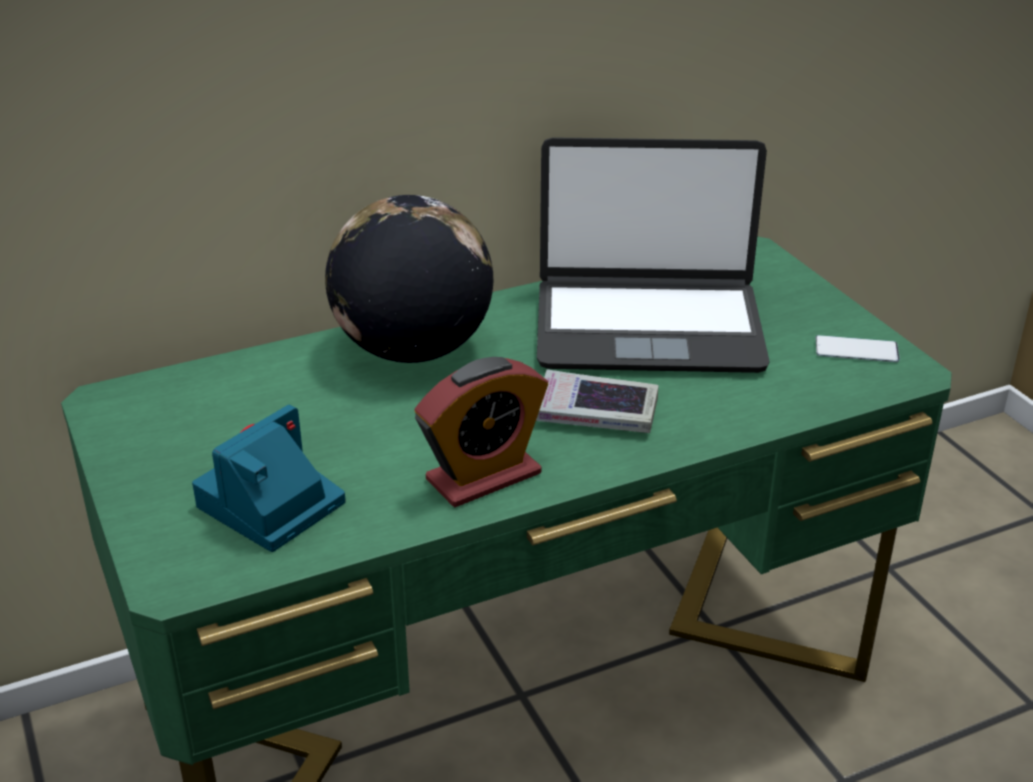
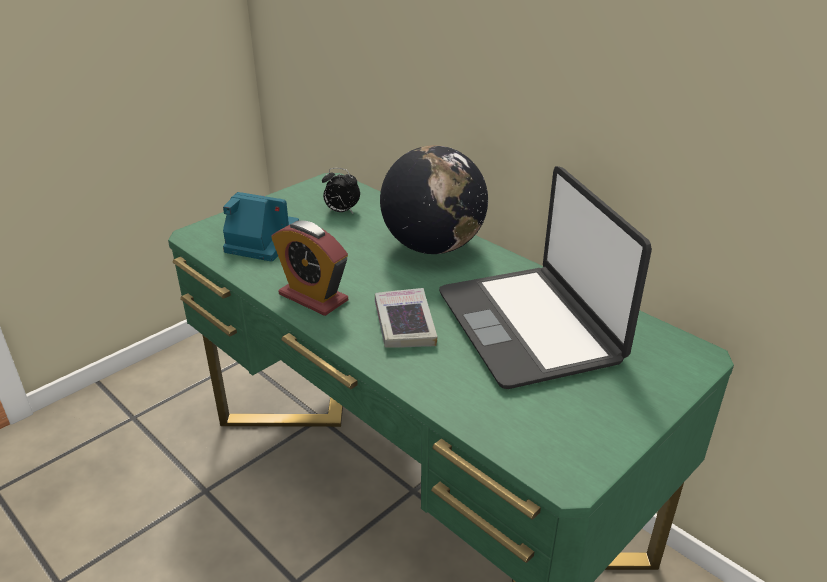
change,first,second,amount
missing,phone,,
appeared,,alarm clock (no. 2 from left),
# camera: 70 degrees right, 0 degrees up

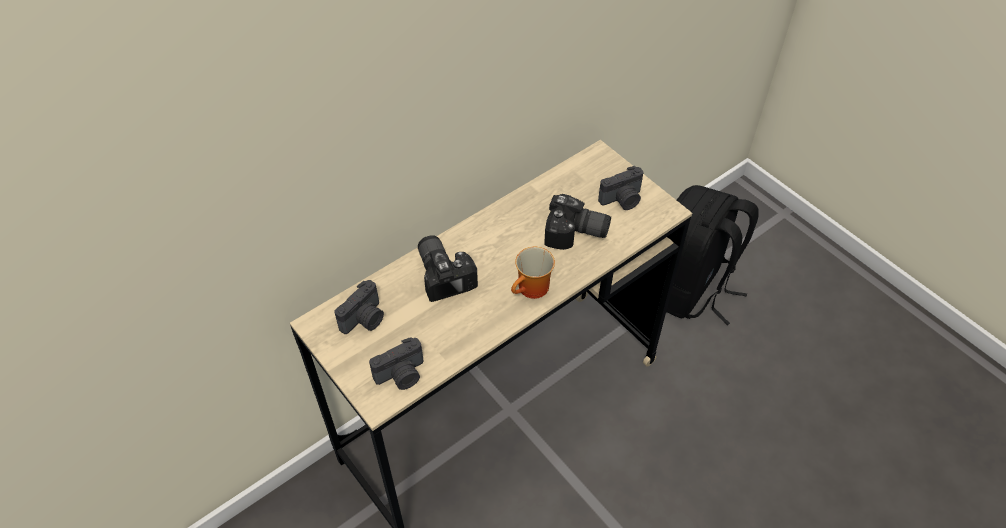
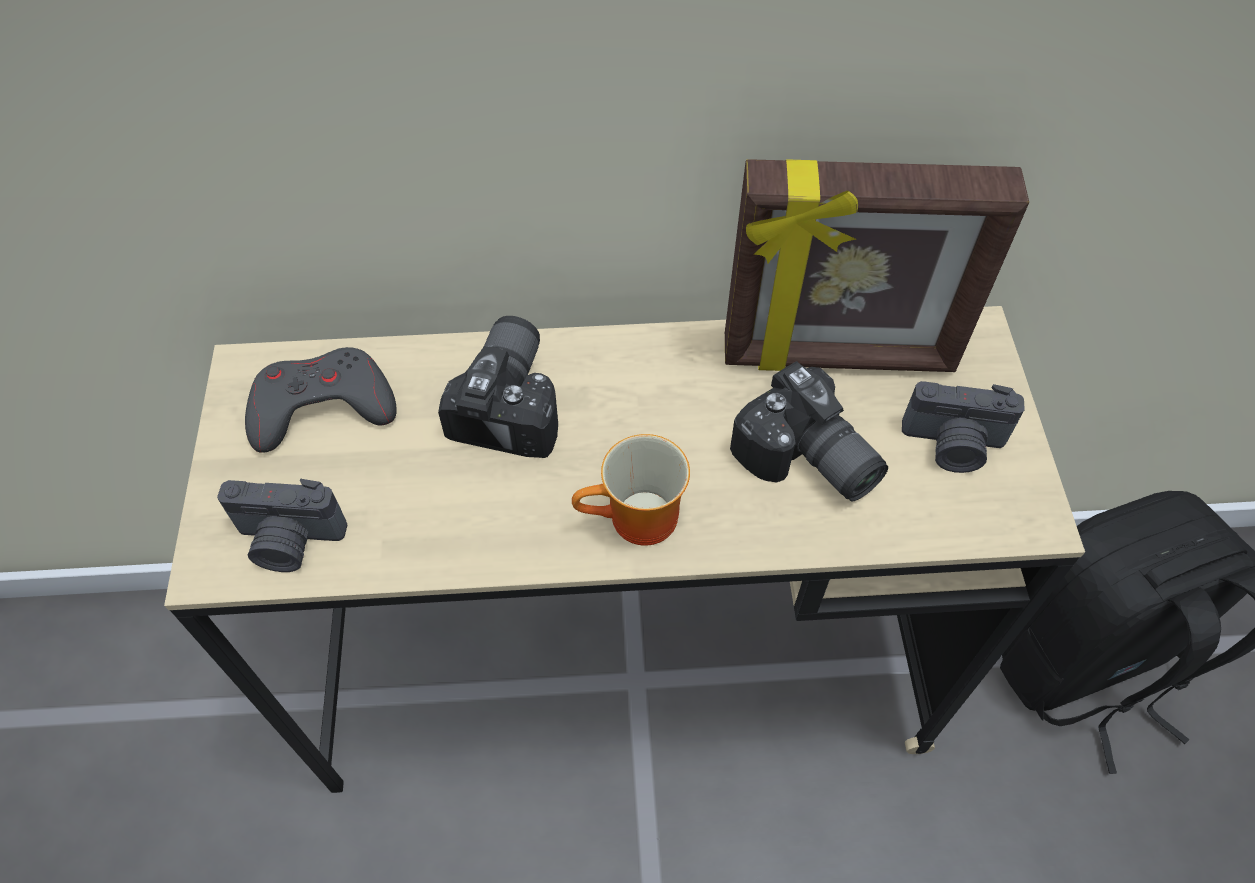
change,first,second,amount
exchanged,photo camera (no. 1 from left),grey game controller,
appeared,,picture frame,
# camera: 35 degrees right, 5 degrees up

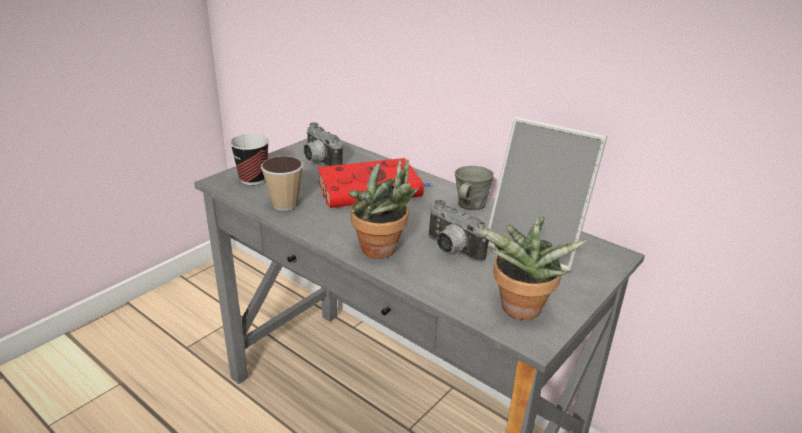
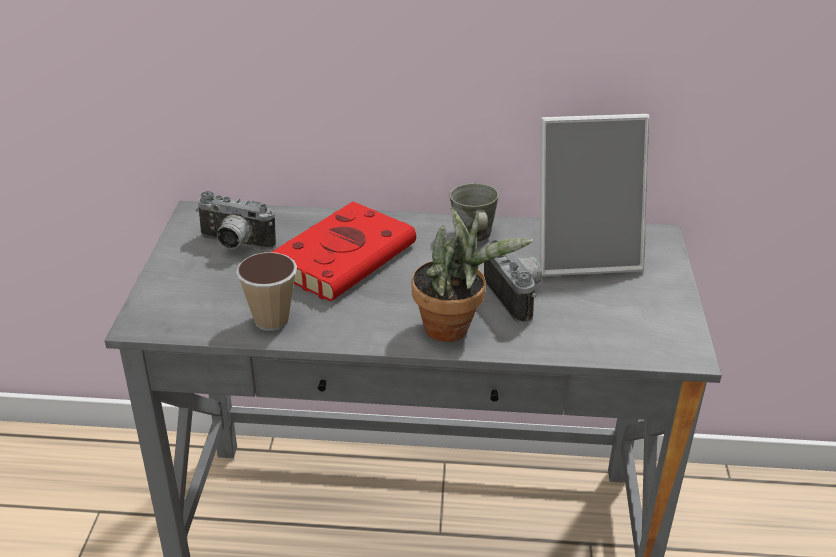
change,first,second,amount
missing,cup (no. 1 from left),,
spun,photo camera (no. 2 from left),,120 degrees counterclockwise
missing,potted plant (no. 2 from left),,
# camera: 35 degrees left, 5 degrees up

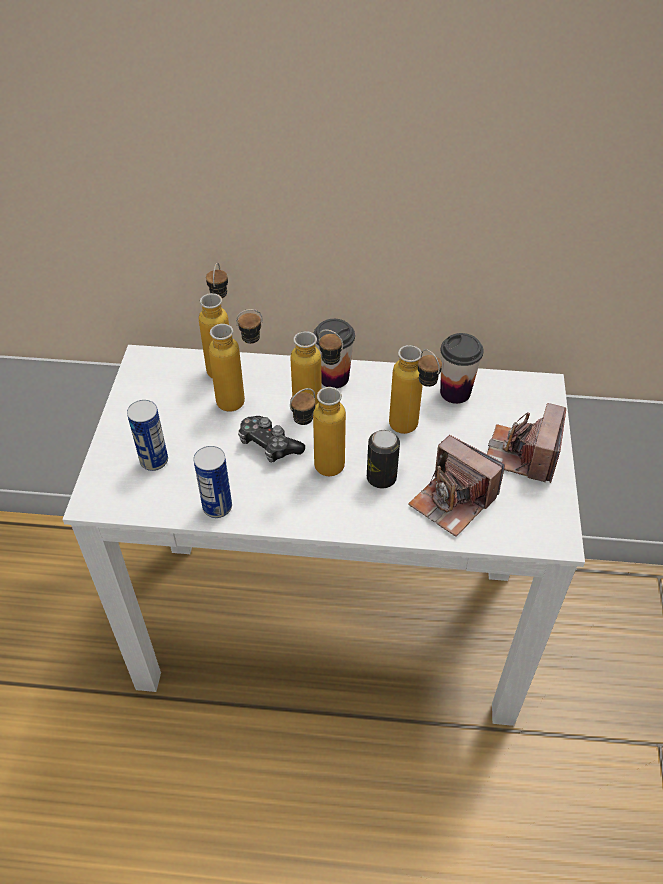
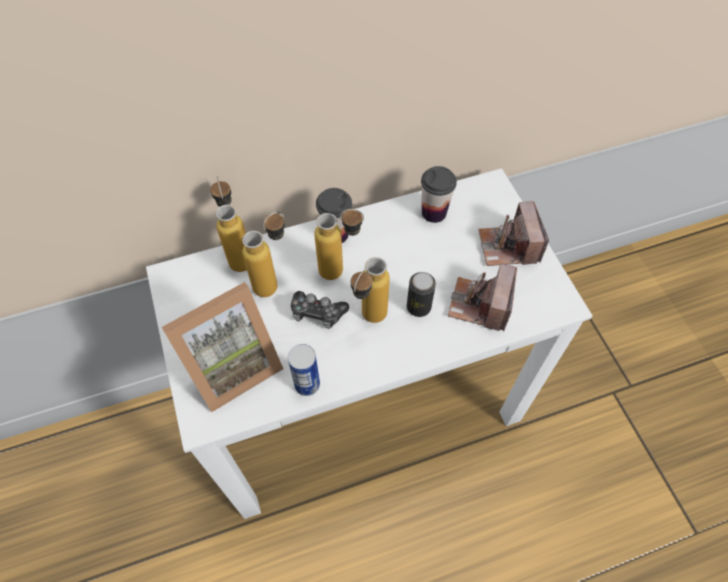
change,first,second,amount
missing,bottle (no. 5 from left),,
exchanged,can (no. 1 from left),picture frame,
spun,photo camera (no. 1 from left),,90 degrees clockwise
# camera: 25 degrees left, 10 degrees up

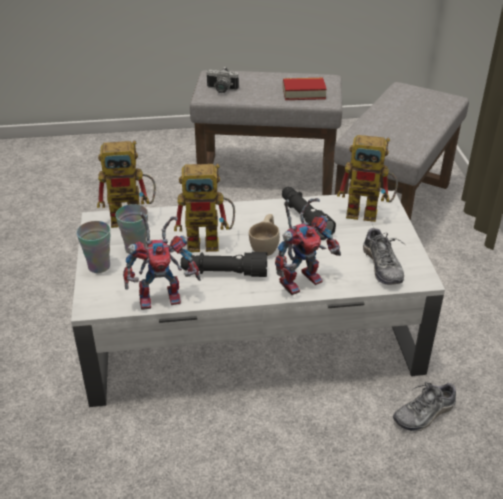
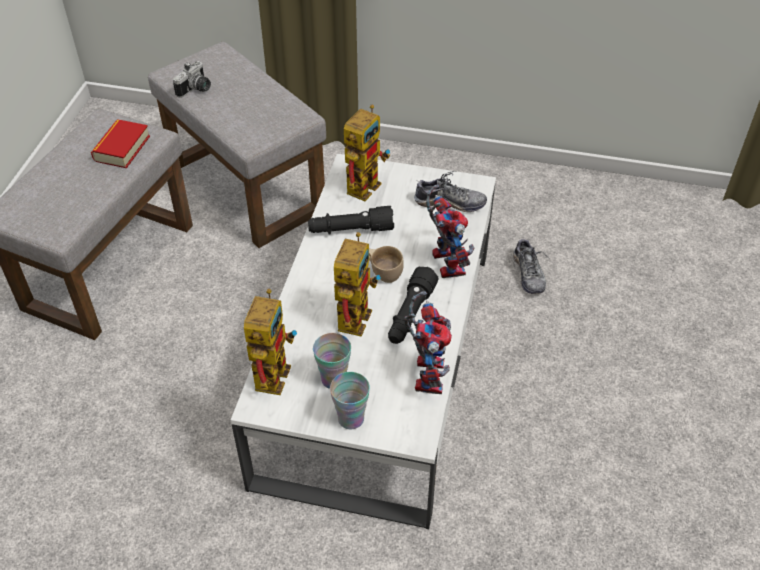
change,first,second,amount
relocated,photo camera,,
# camera: 70 degrees left, 10 degrees up

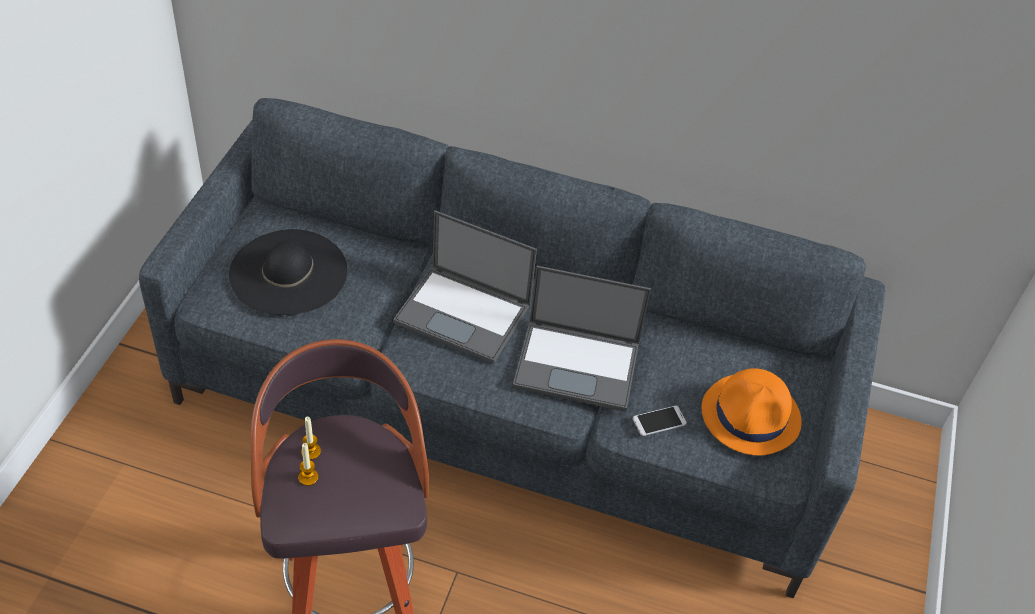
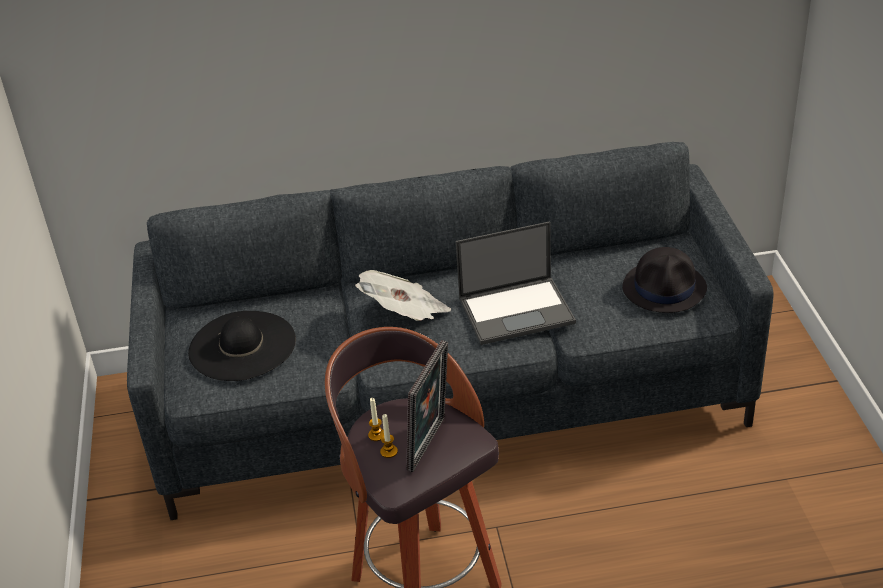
change,first,second,amount
exchanged,laptop (no. 1 from left),newspaper,
colour,orange hat,black hat (no. 2 from left),
missing,phone,,
appeared,,picture frame,
# camera: 20 degrees left, 10 degrees down

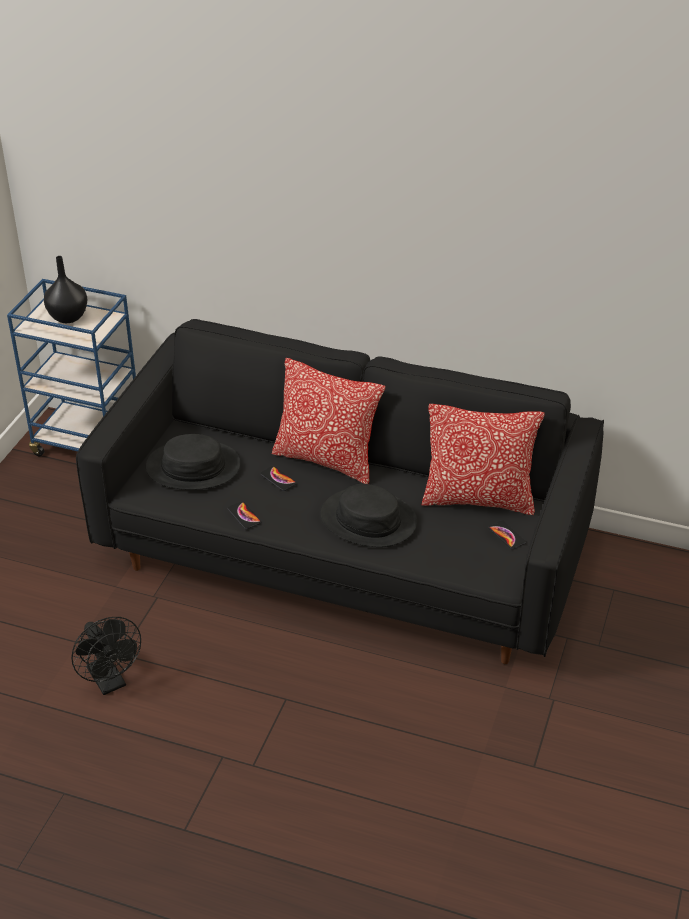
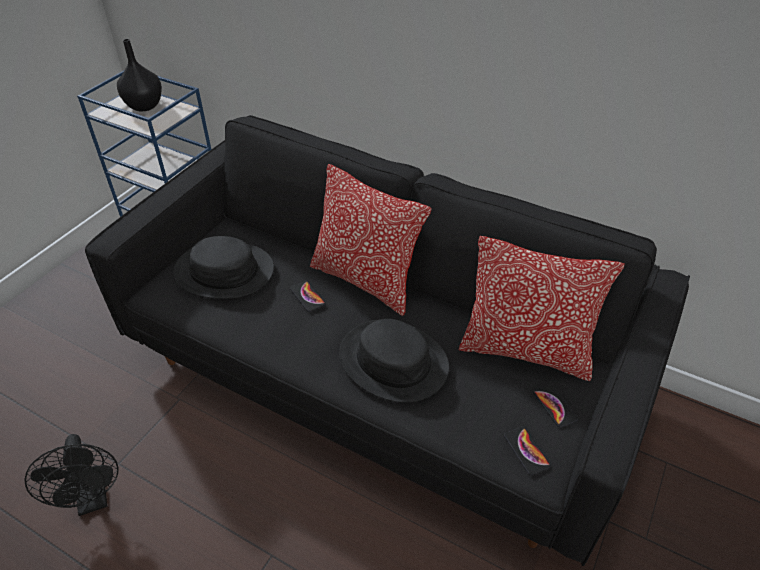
change,first,second,amount
relocated,phone (no. 1 from left in the first image),phone (no. 2 from left),
# camera: 10 degrees right, 5 degrees up

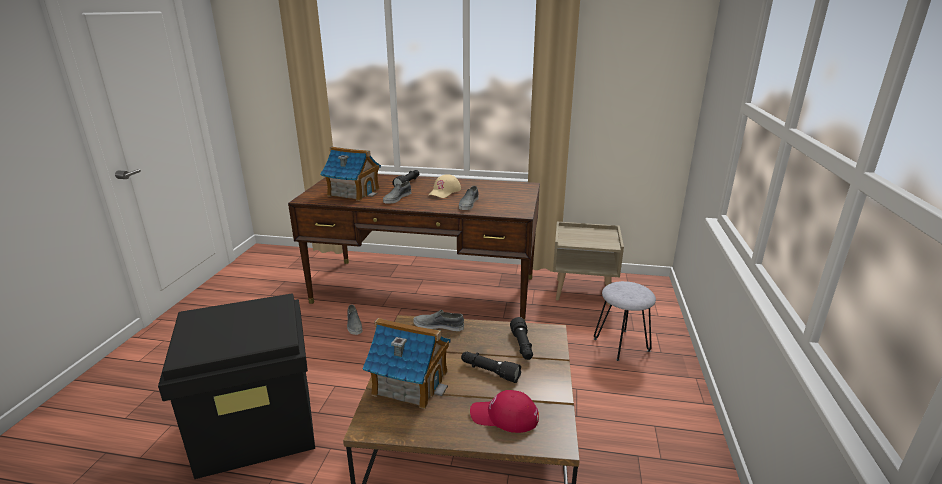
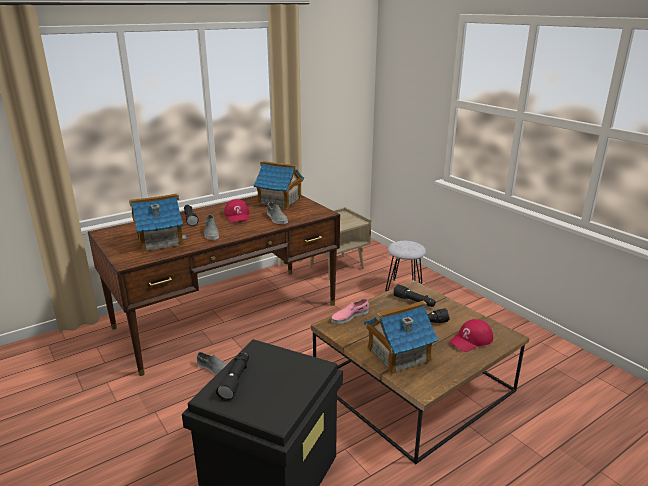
change,first,second,amount
colour,beige cap,red cap (no. 1 from left),
colour,grey shoe (no. 3 from left),pink shoe,
appeared,,toy house (no. 2 from left),
appeared,,black flashlight (no. 2 from left),
# camera: 45 degrees left, 0 degrees up

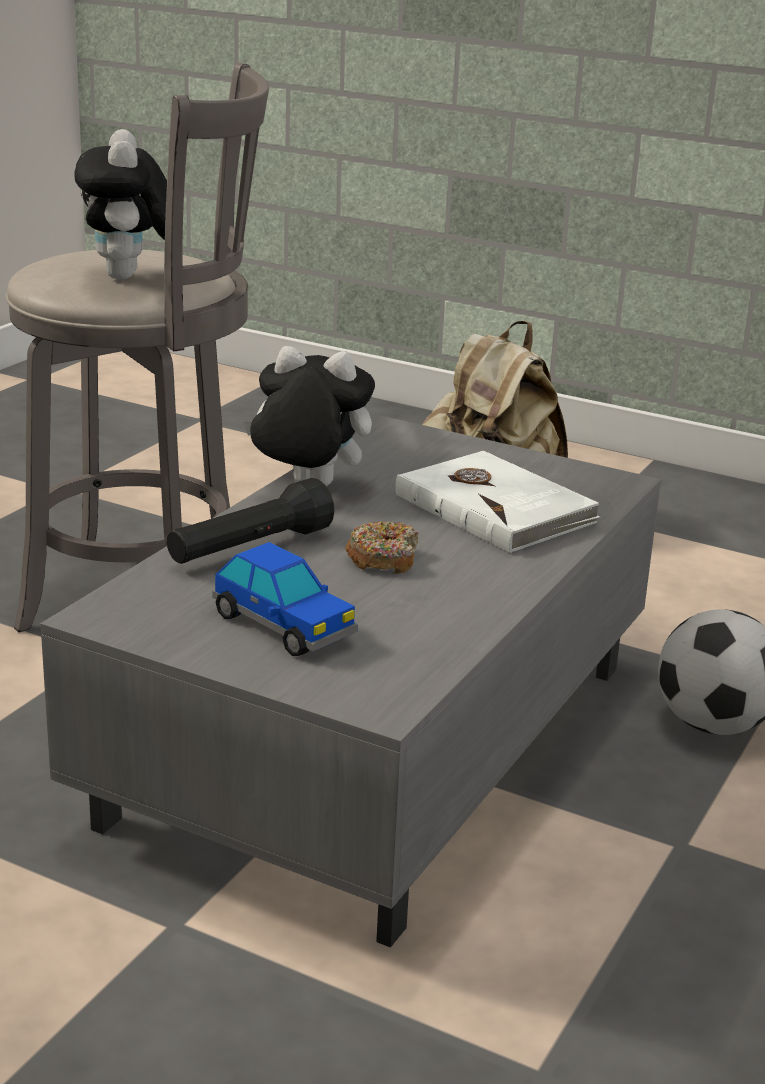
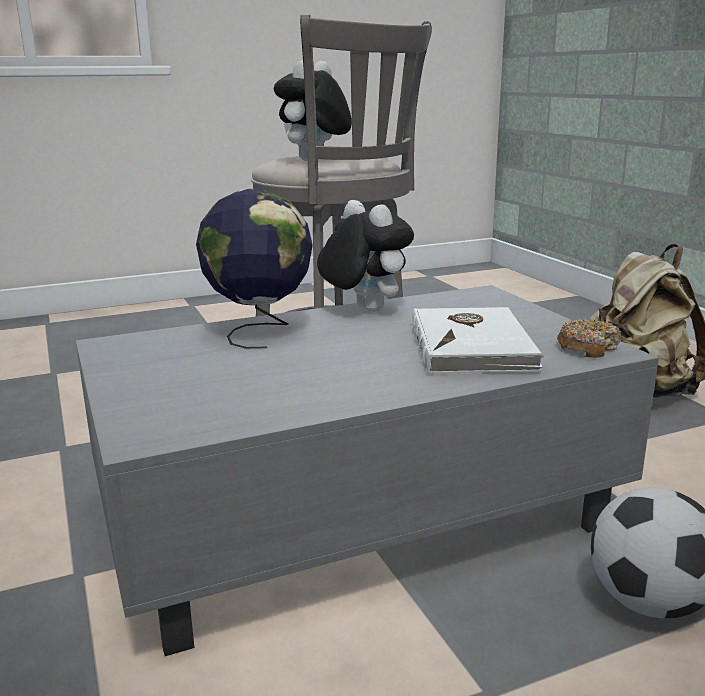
change,first,second,amount
exchanged,black flashlight,globe,
relocated,donut,,
missing,toy car,,
# camera: 40 degrees right, 5 degrees down

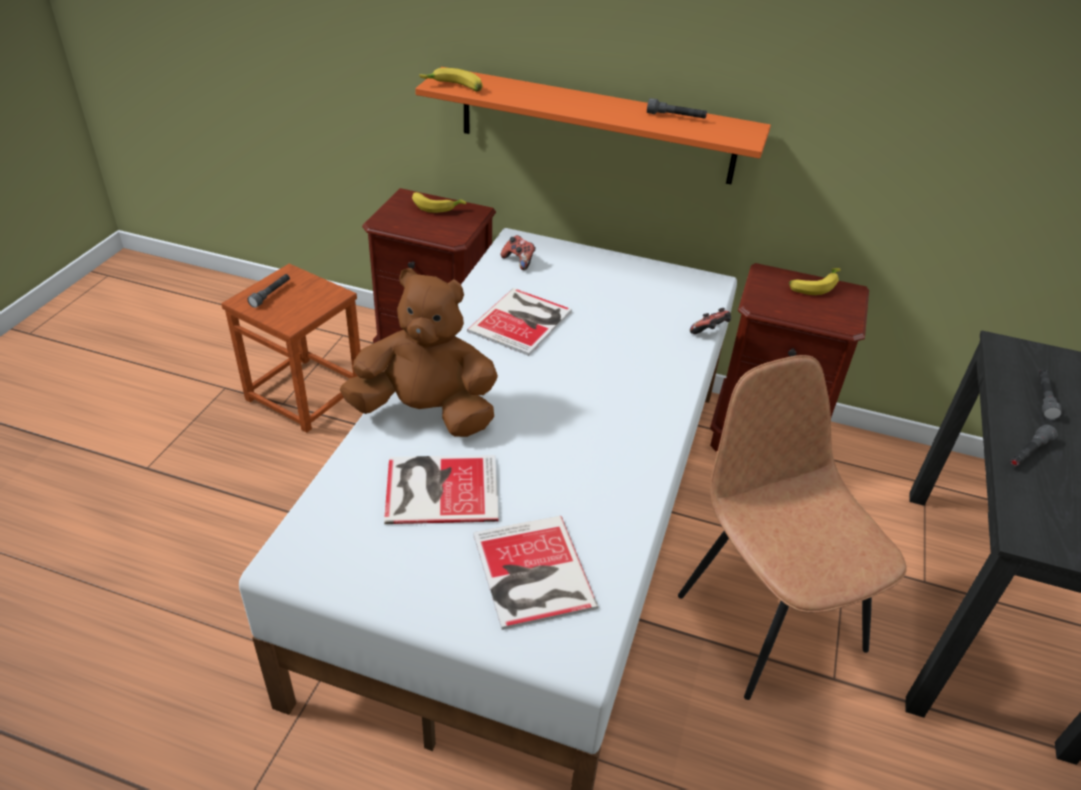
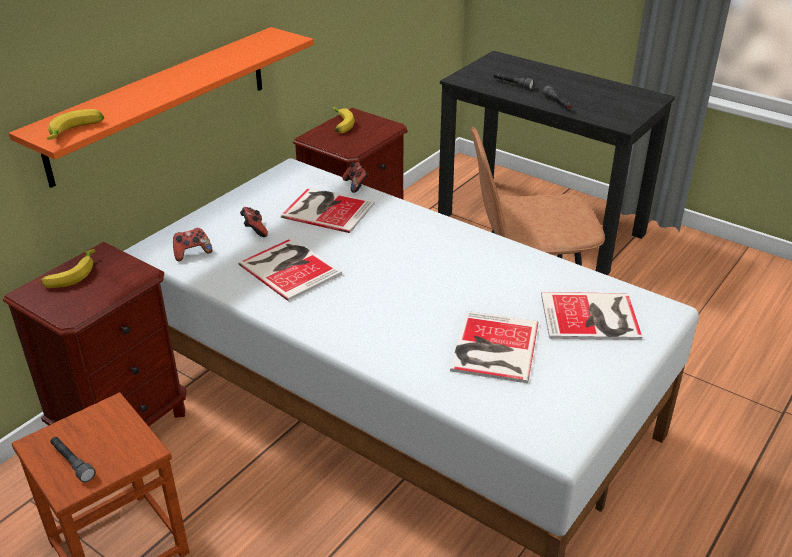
change,first,second,amount
missing,grey flashlight (no. 2 from left),,
missing,brown plush toy,,
appeared,,book (no. 2 from left),
appeared,,game controller (no. 2 from left),
# camera: 70 degrees left, 5 degrees down

